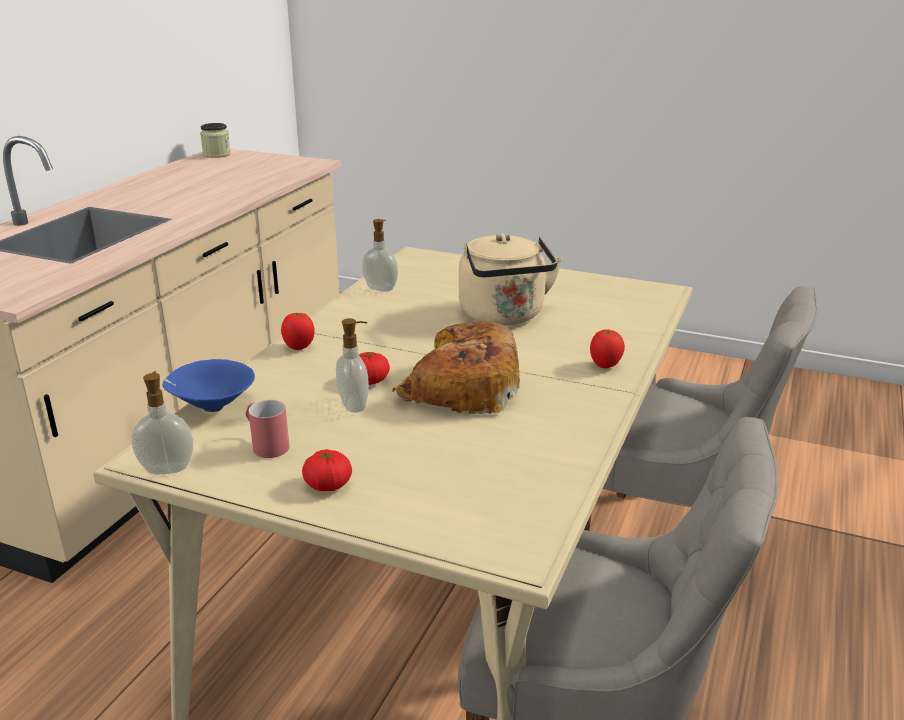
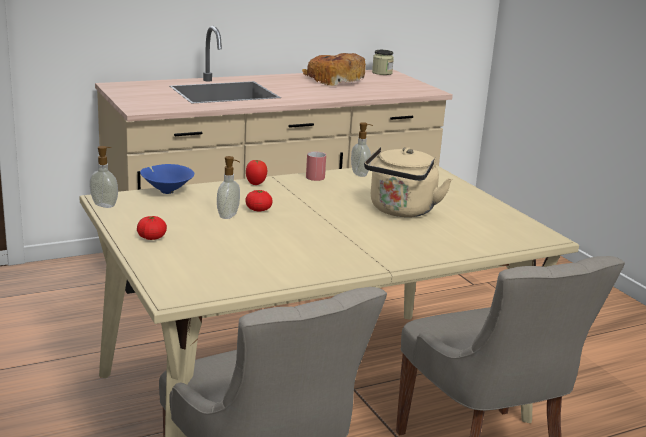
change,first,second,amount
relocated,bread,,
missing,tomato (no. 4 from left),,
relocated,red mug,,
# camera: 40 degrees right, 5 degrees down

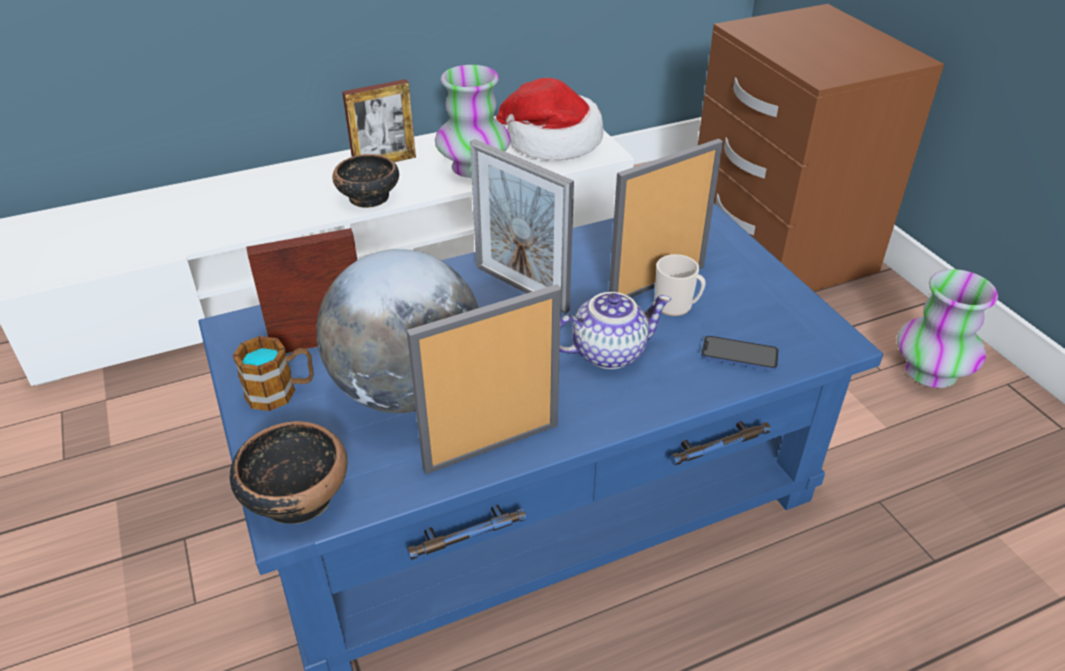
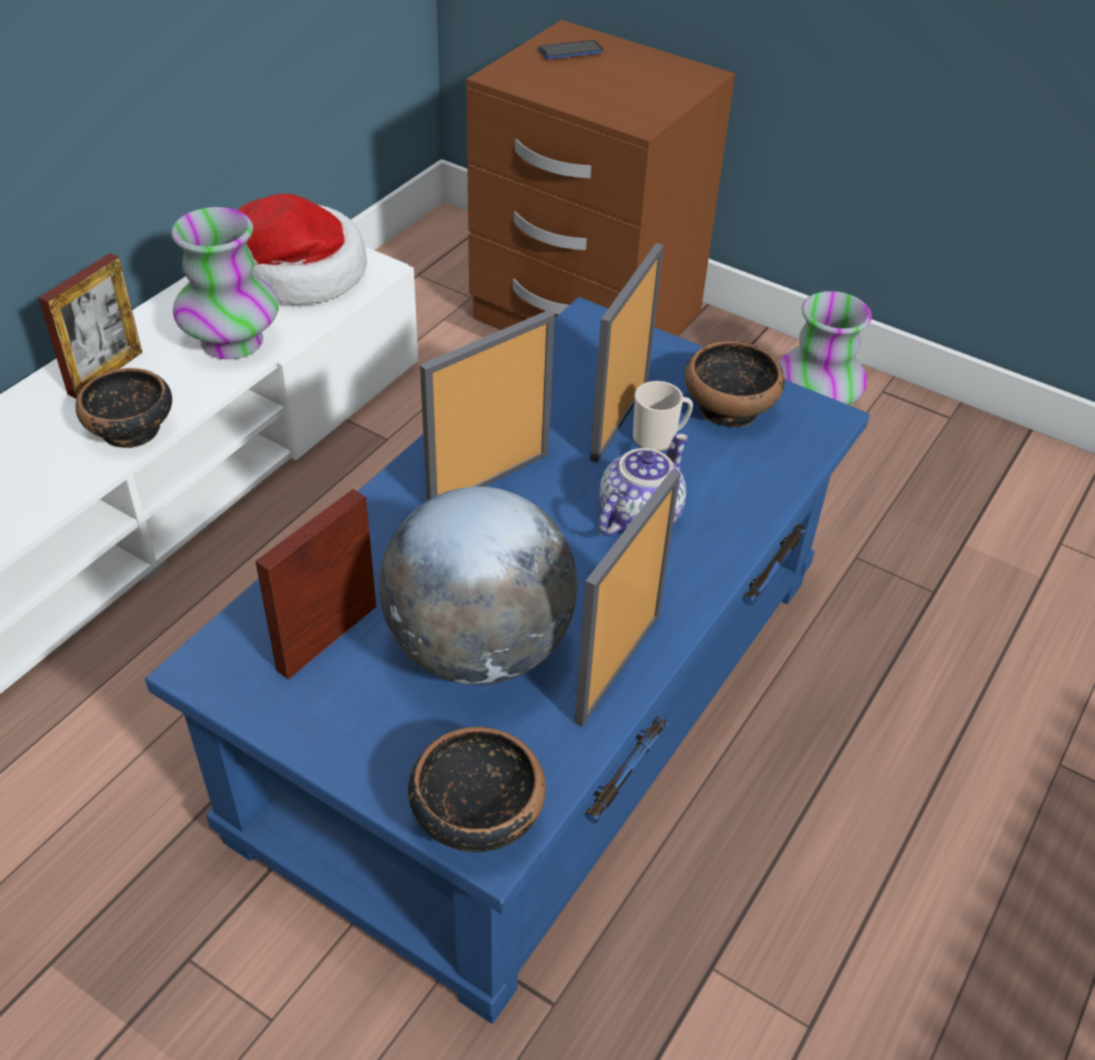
change,first,second,amount
spun,picture frame (no. 4 from left in the first image),picture frame (no. 3 from left),135 degrees clockwise
missing,mug (no. 1 from left),,
relocated,phone,,
appeared,,bowl (no. 3 from left),
# camera: 35 degrees left, 5 degrees up

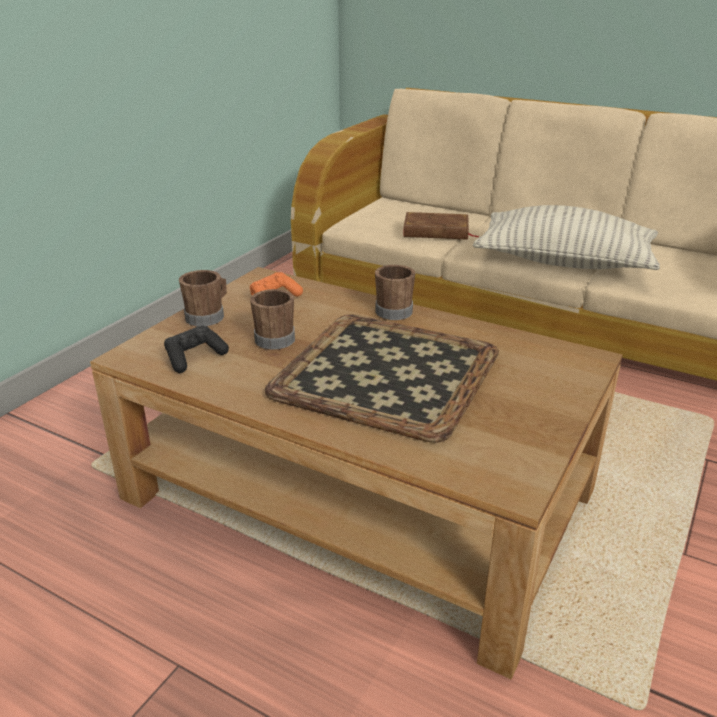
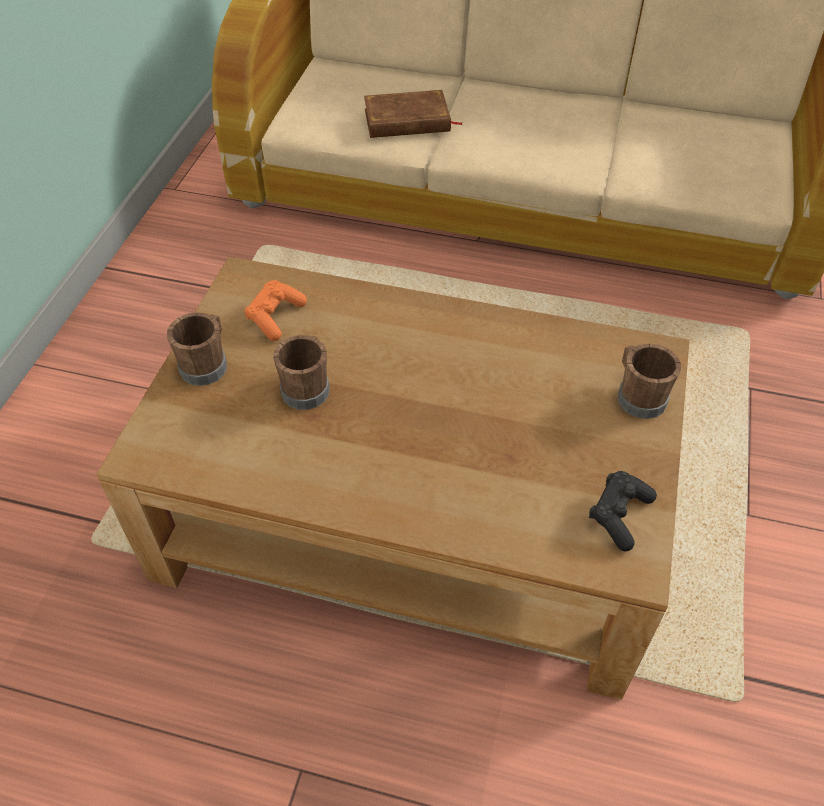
change,first,second,amount
missing,pillow,,
relocated,brown mug (no. 3 from left),,
missing,tray,,
relocated,black game controller,,
# camera: 15 degrees left, 20 degrees up

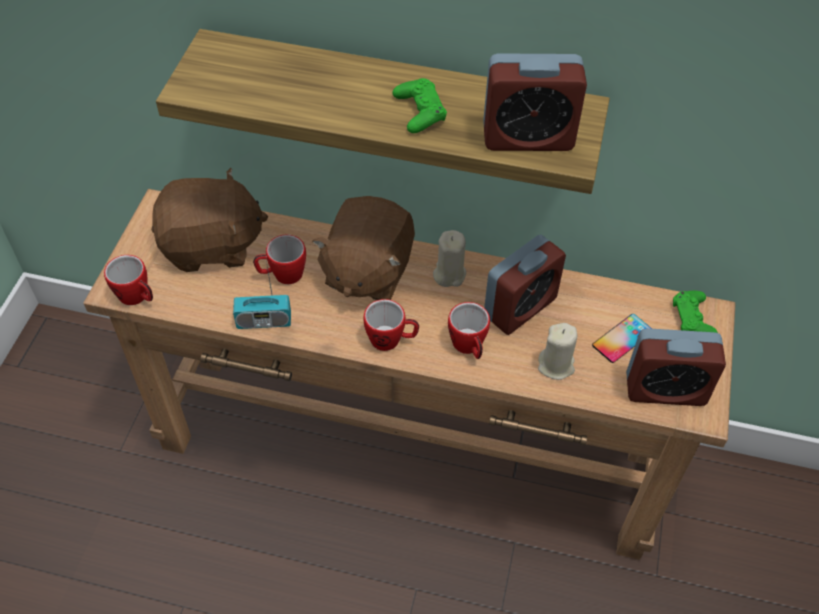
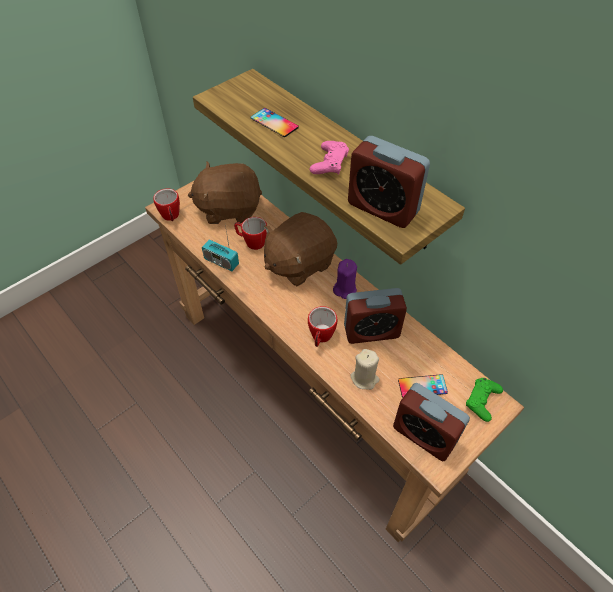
change,first,second,amount
colour,green game controller (no. 1 from left),pink game controller,
spun,brown plush toy (no. 1 from left),,150 degrees clockwise
colour,beige candle (no. 1 from left),purple candle,
missing,mug (no. 3 from left),,
appeared,,phone (no. 1 from left),
# camera: 35 degrees right, 0 degrees up

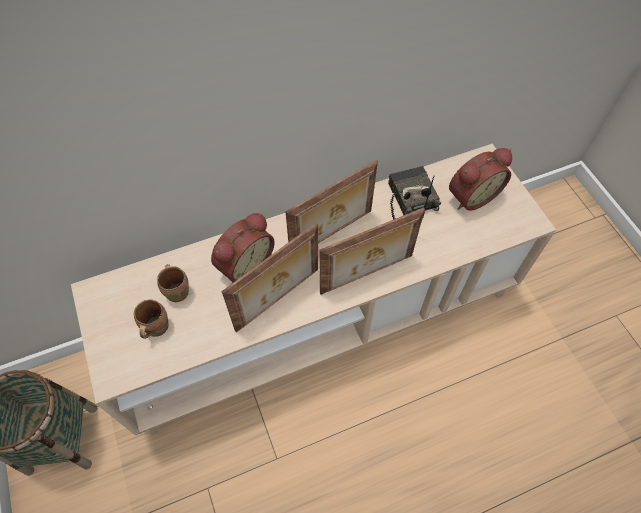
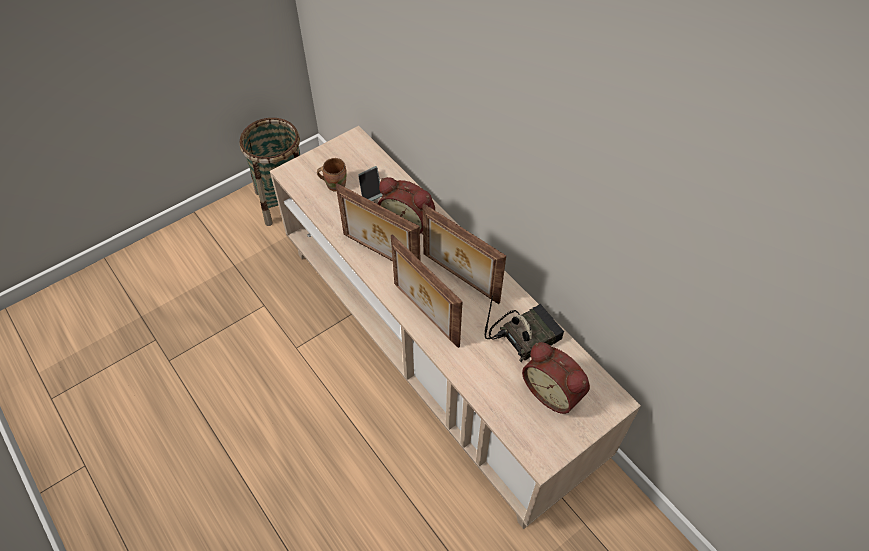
change,first,second,amount
exchanged,brown mug (no. 2 from left),phone,
# camera: 75 degrees right, 5 degrees down

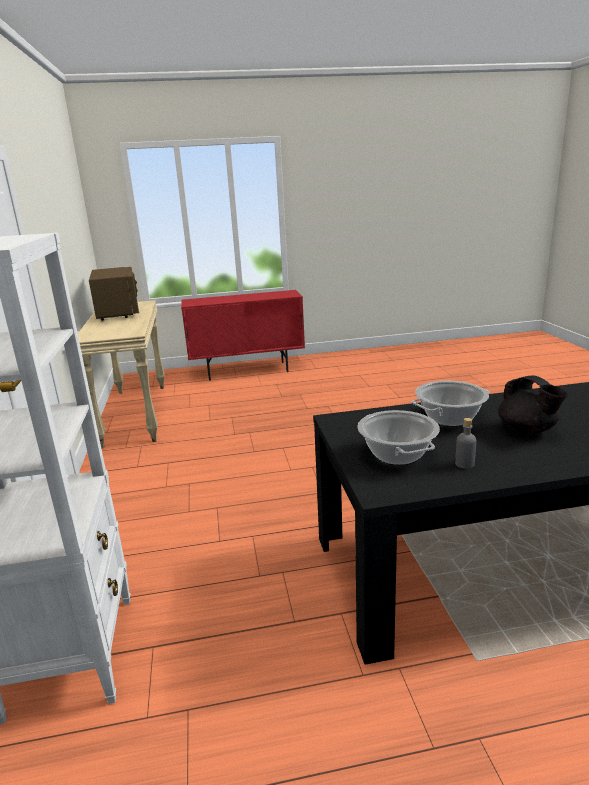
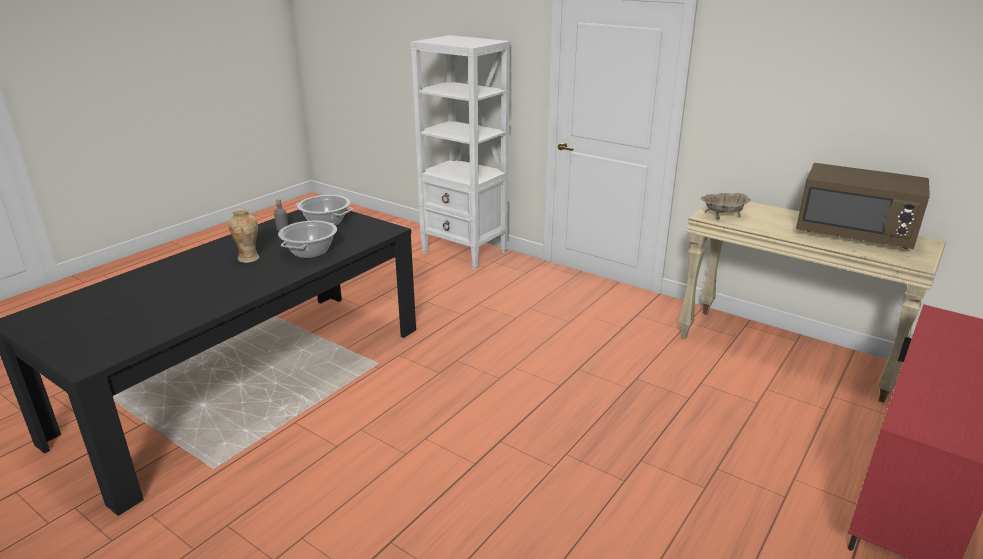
change,first,second,amount
exchanged,black teapot,vase,
appeared,,beige bowl,
# camera: 135 degrees right, 5 degrees up

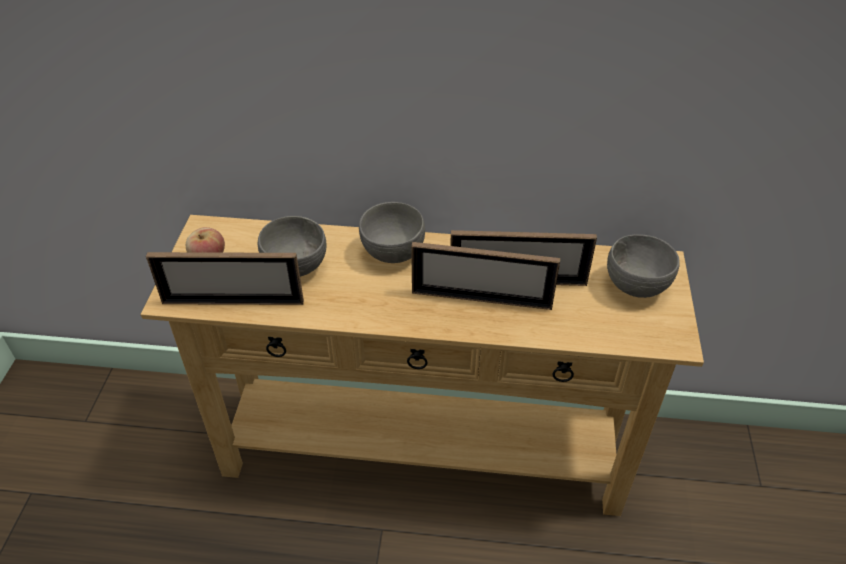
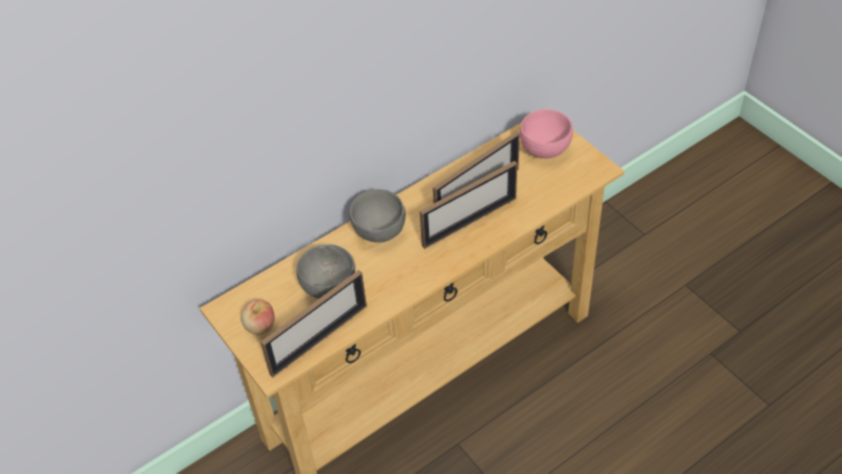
change,first,second,amount
colour,grey bowl (no. 3 from left),pink bowl,
# camera: 40 degrees left, 5 degrees up

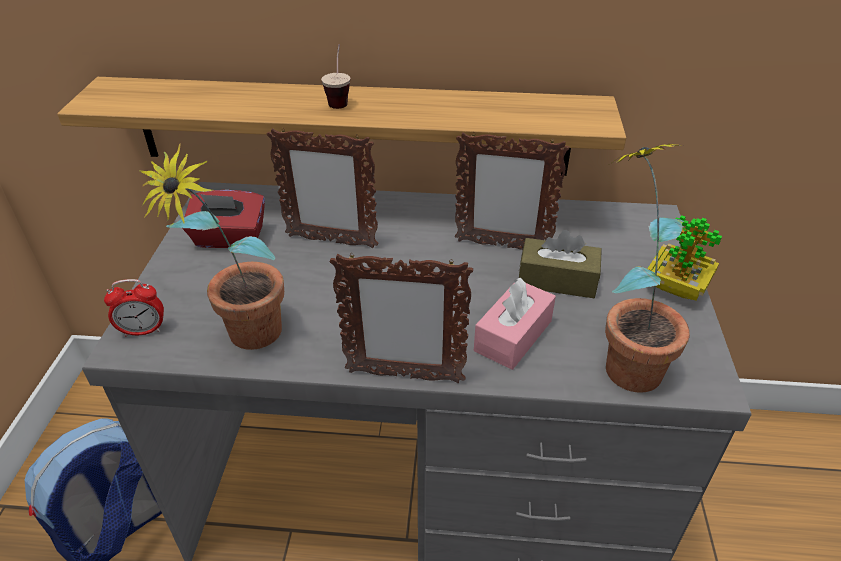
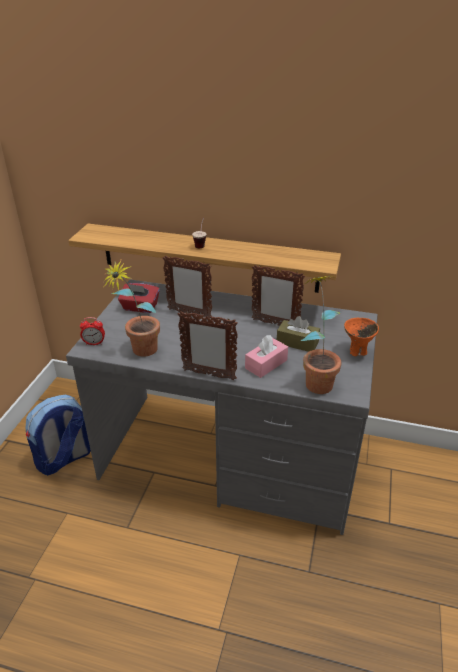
change,first,second,amount
exchanged,potted plant (no. 3 from left),orange bowl,
# camera: 10 degrees right, 5 degrees down

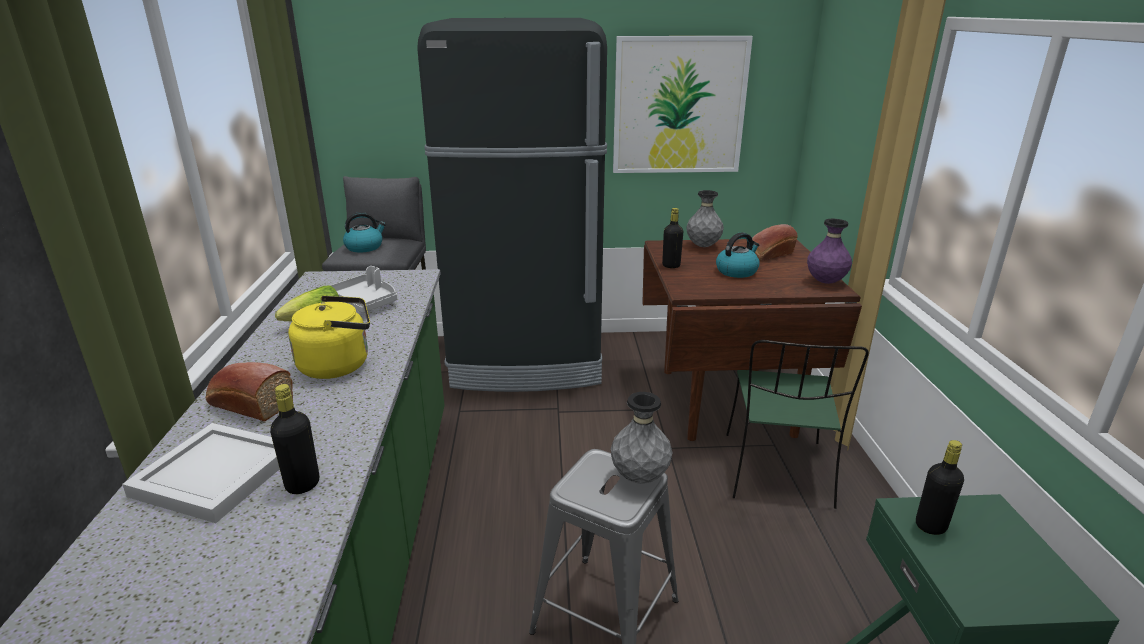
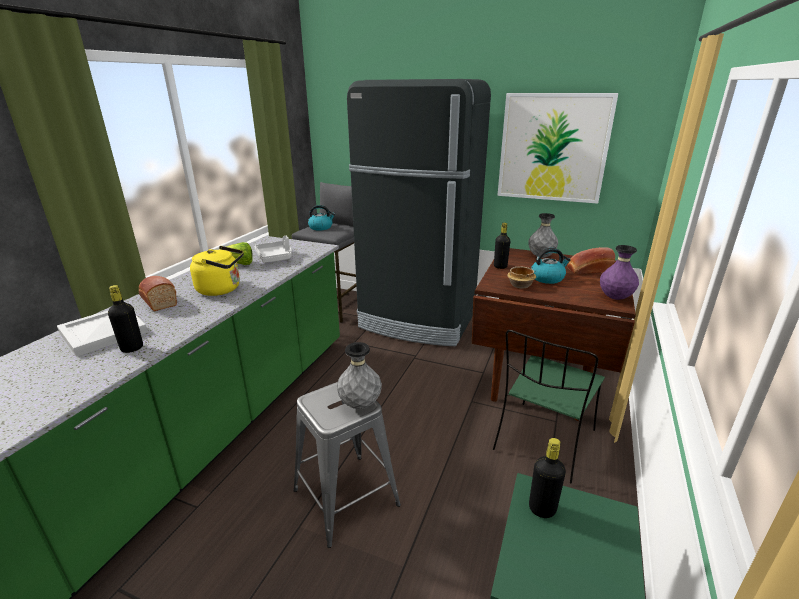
change,first,second,amount
appeared,,bowl,
# camera: 25 degrees right, 0 degrees up

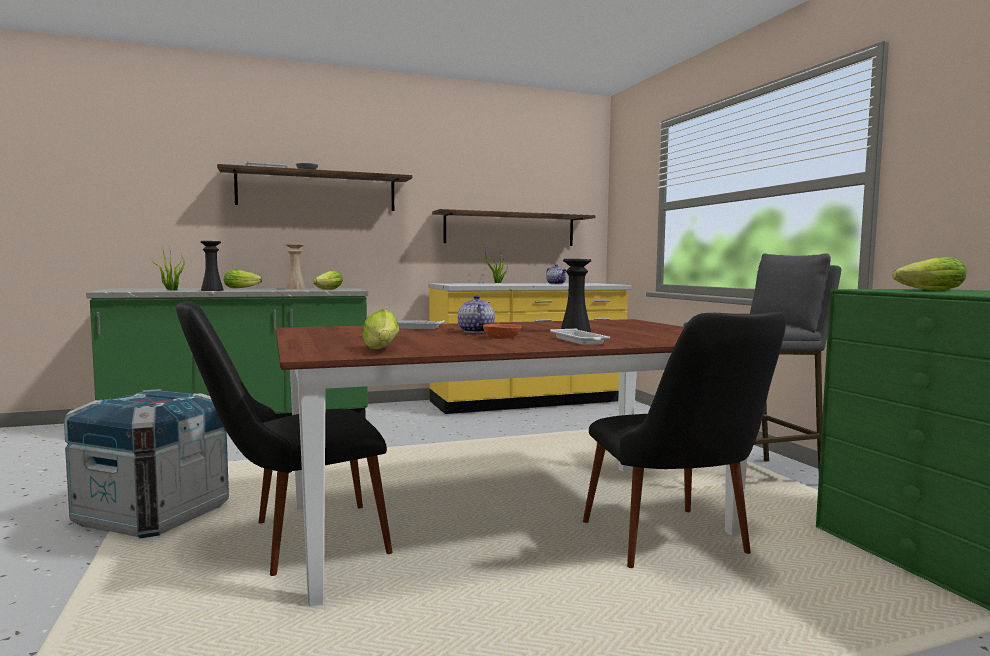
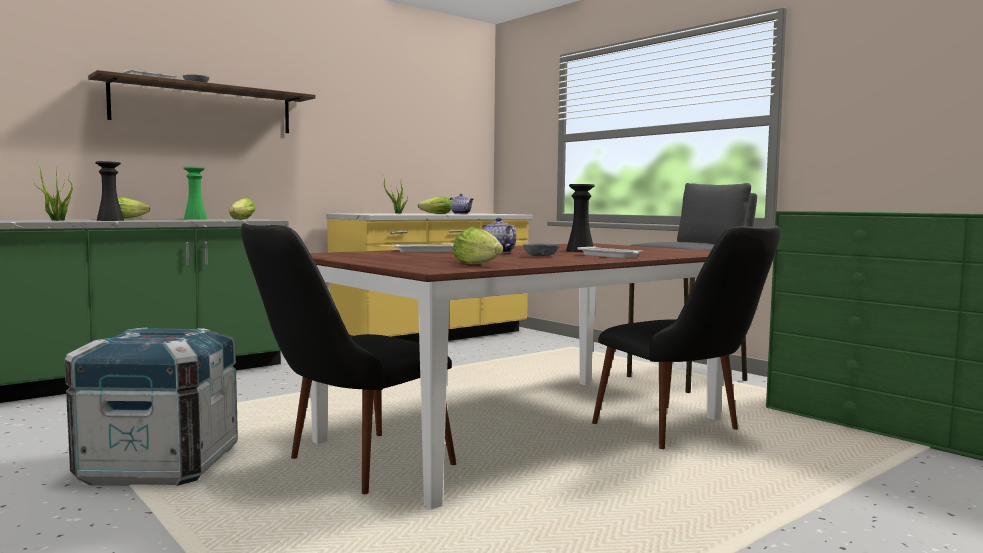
change,first,second,amount
missing,shelf (no. 2 from left),,
colour,beige vase,green vase,
relocated,lettuce (no. 4 from left in the first image),lettuce (no. 3 from left),
colour,orange bowl,grey bowl (no. 2 from left),
# camera: 20 degrees left, 0 degrees up

